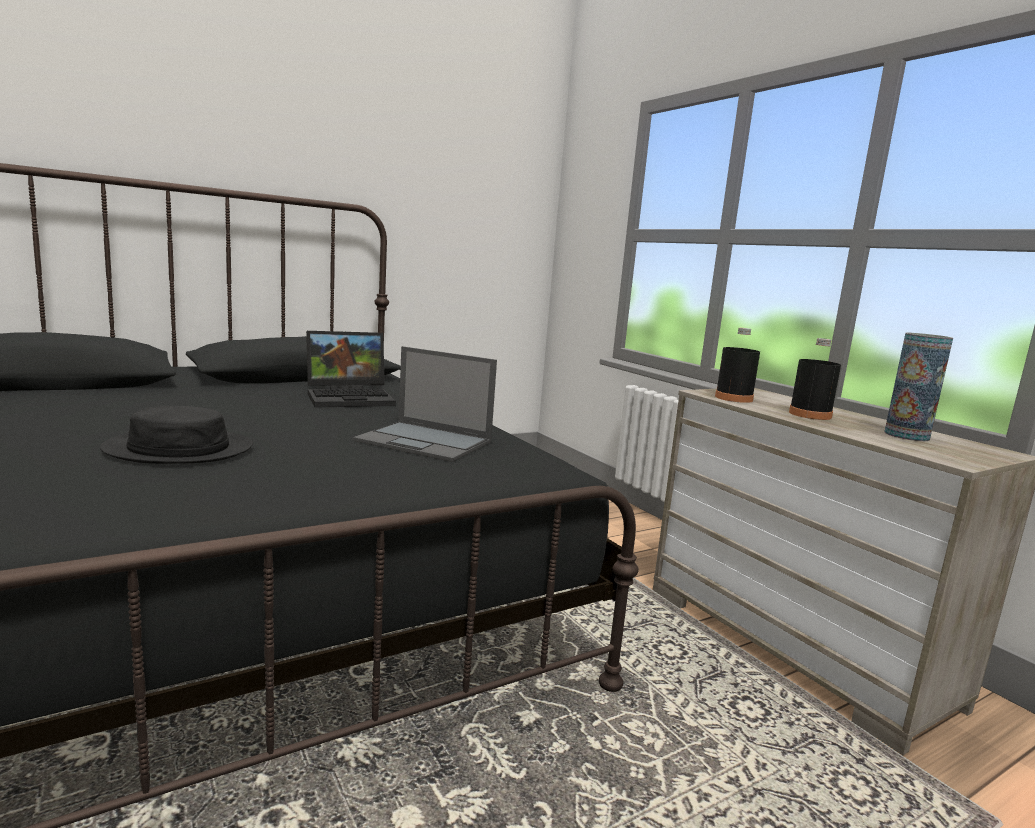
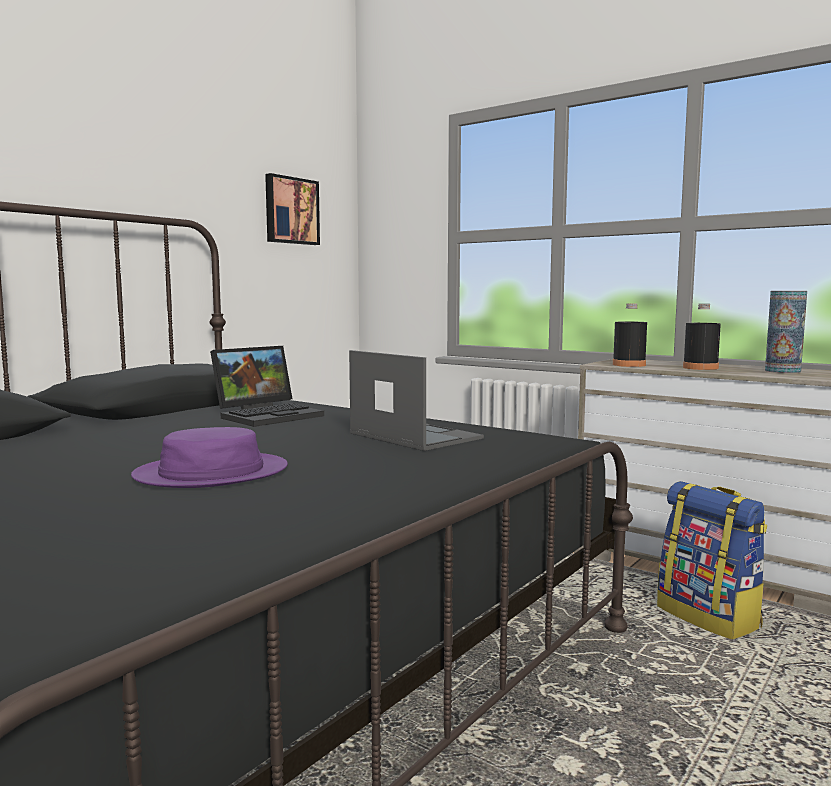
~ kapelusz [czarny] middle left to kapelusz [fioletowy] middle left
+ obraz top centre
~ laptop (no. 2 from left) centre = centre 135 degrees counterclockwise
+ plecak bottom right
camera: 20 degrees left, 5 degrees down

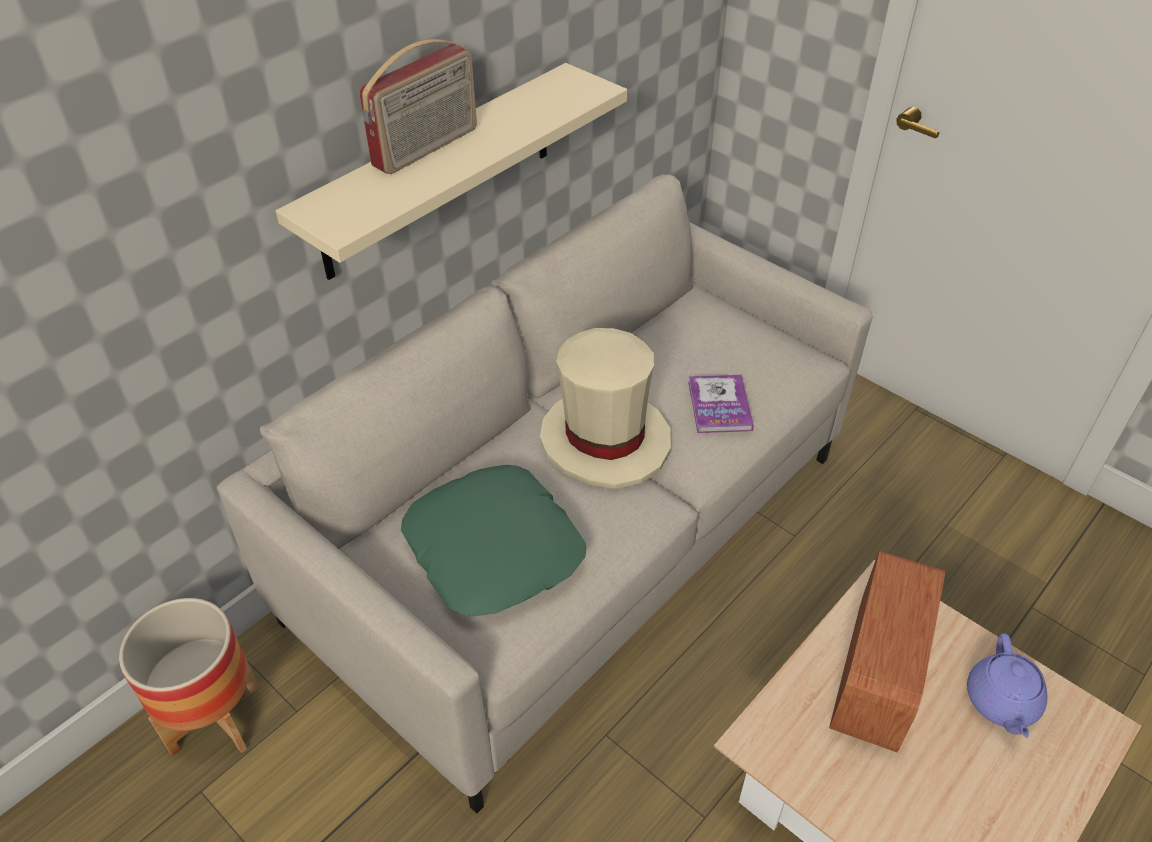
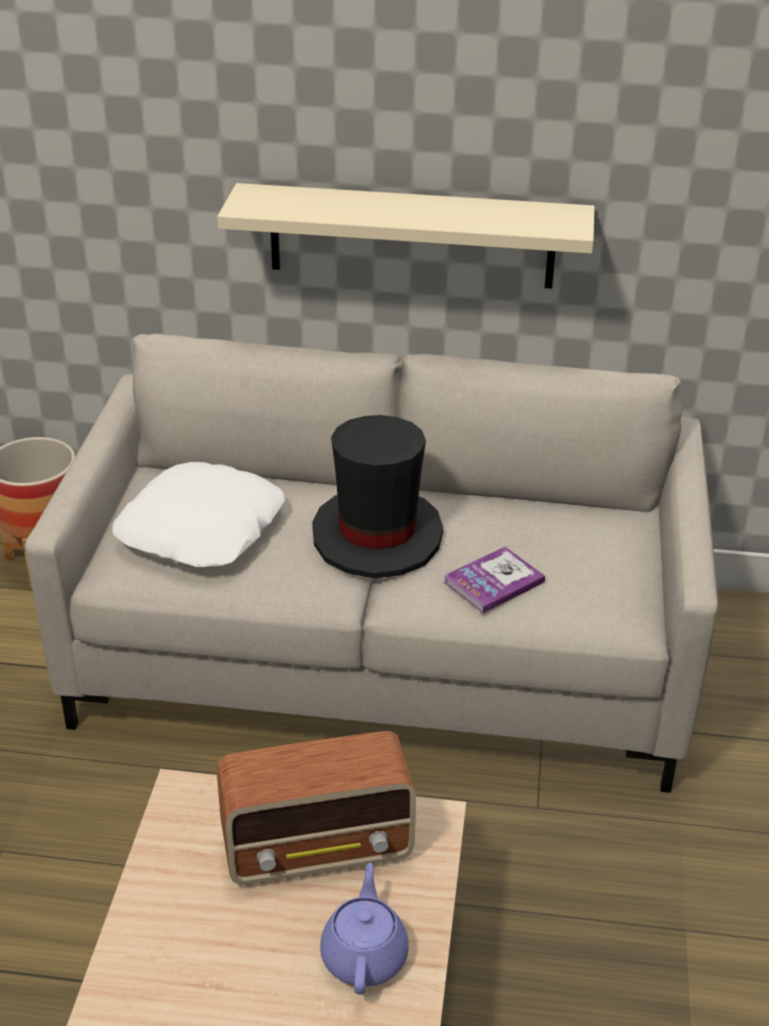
~ poduszka [zielony] centre to poduszka [biały] middle left
~ kapelusz [beżowy] centre to kapelusz [czarny] centre
~ imbryk [fioletowy] bottom right = bottom centre 120 degrees clockwise
- radio (no. 1 from left) top centre
camera: 55 degrees right, 10 degrees down

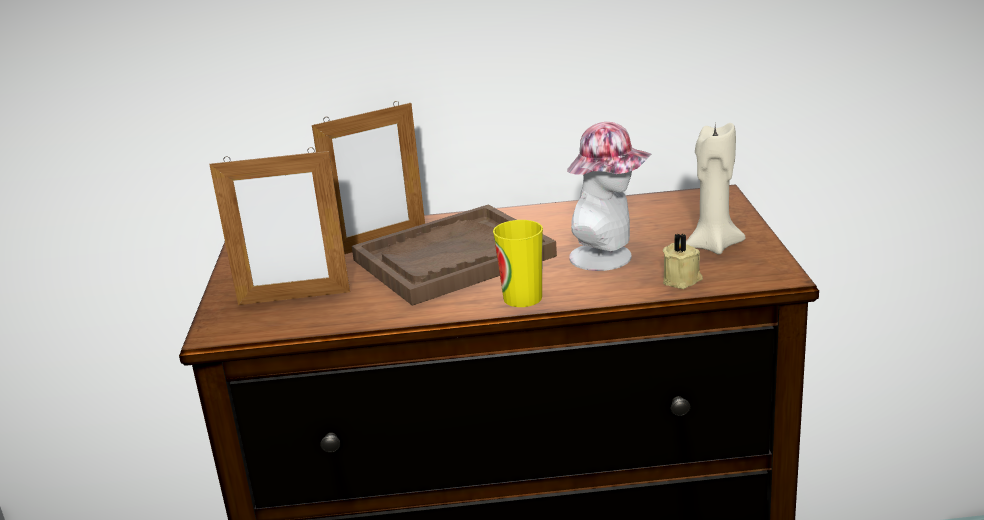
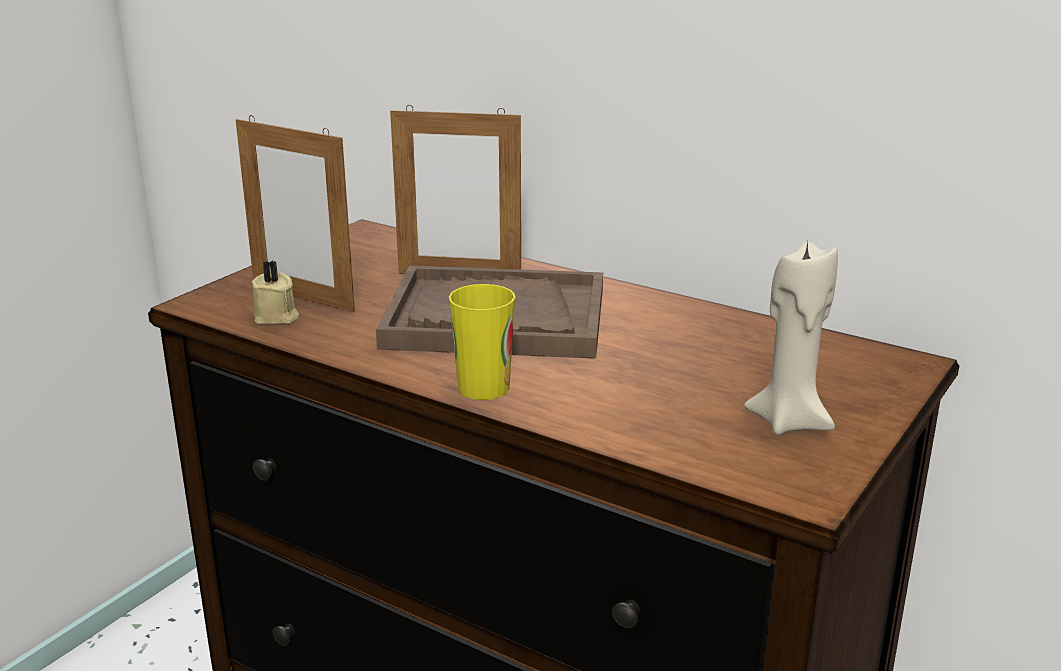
~ świeca [beżowy] (no. 1 from left) middle right to middle left
- kapelusz centre
camera: 35 degrees right, 0 degrees up

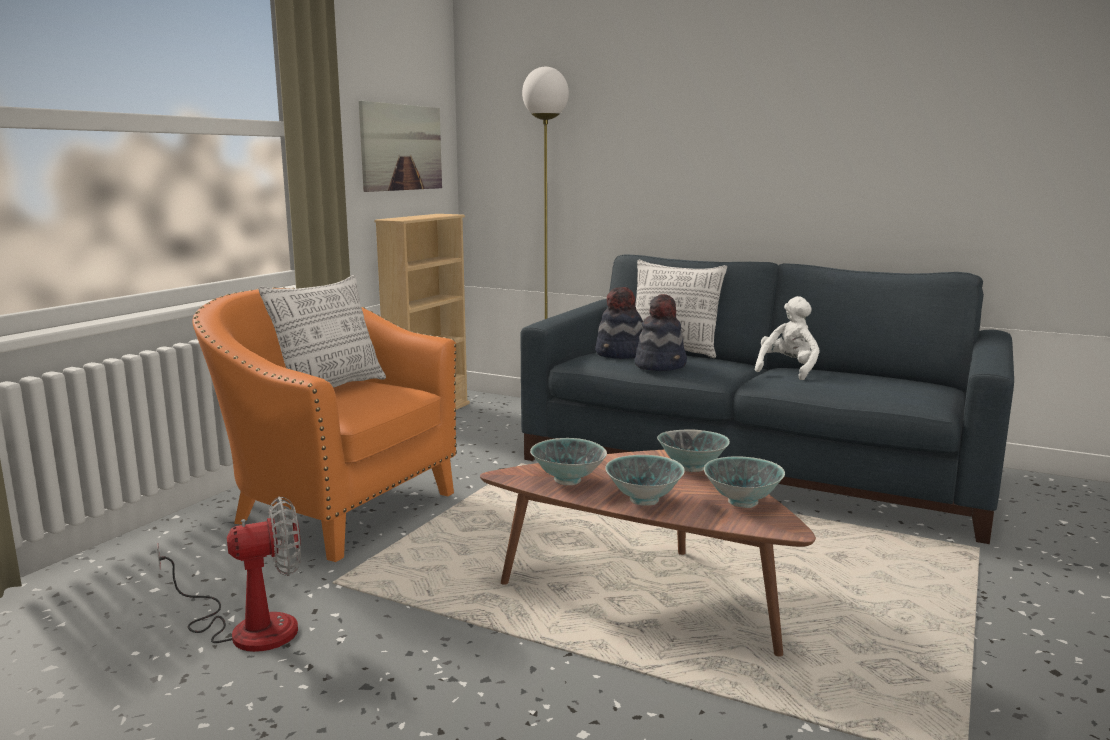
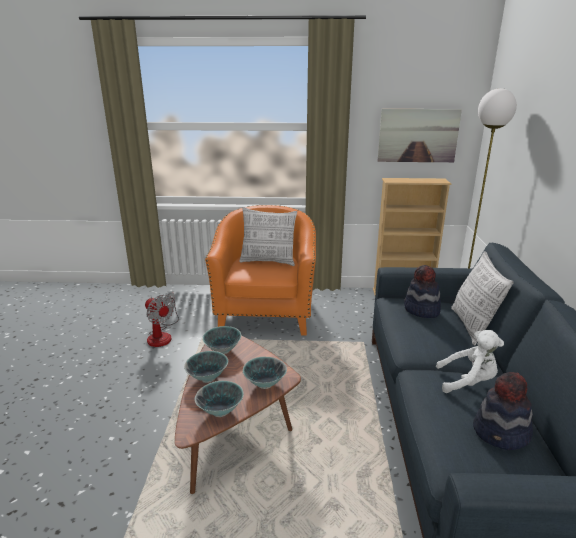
~ kapelusz (no. 2 from left) centre to bottom right
camera: 65 degrees right, 10 degrees up

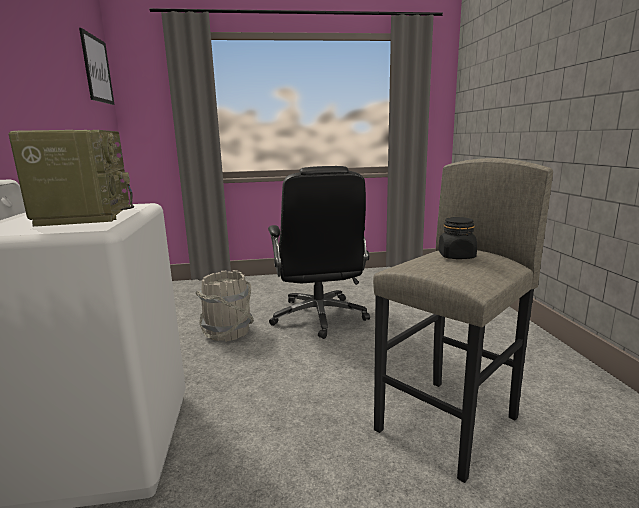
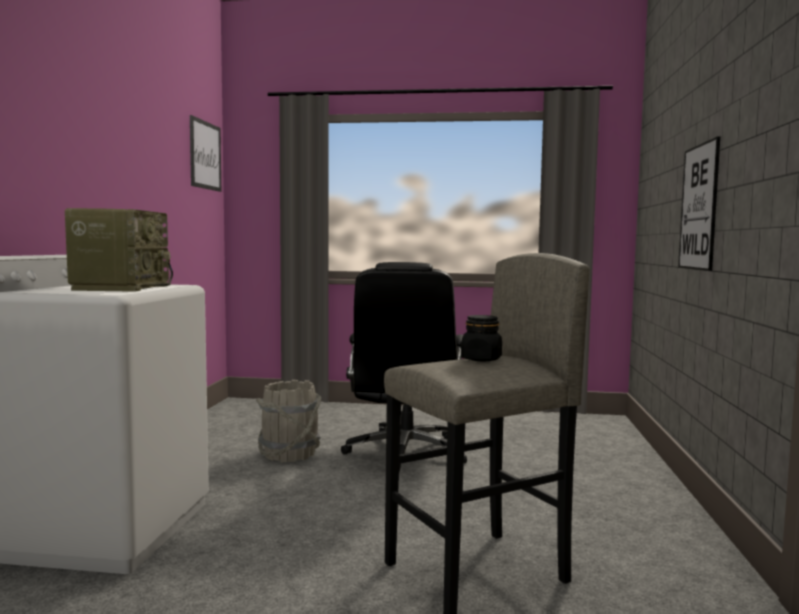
+ obraz (no. 2 from left) top right
camera: 15 degrees right, 10 degrees down

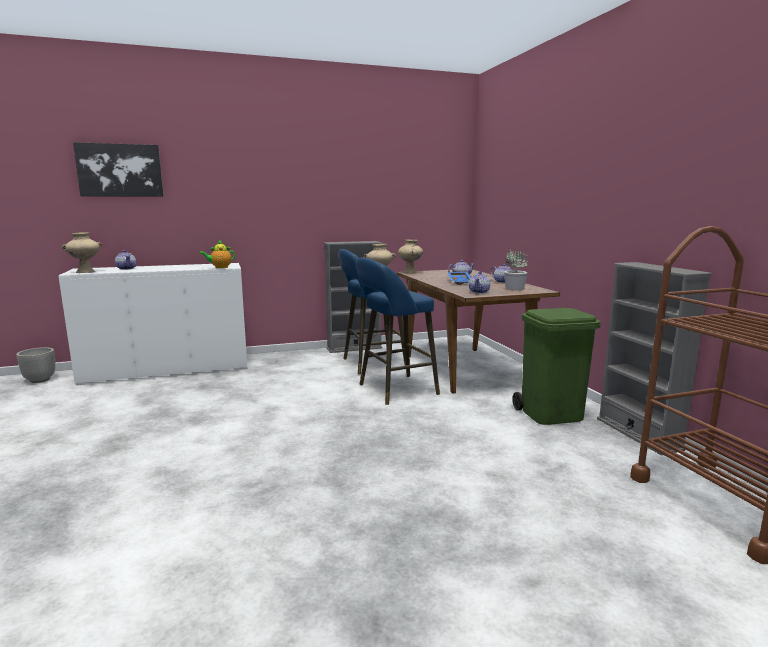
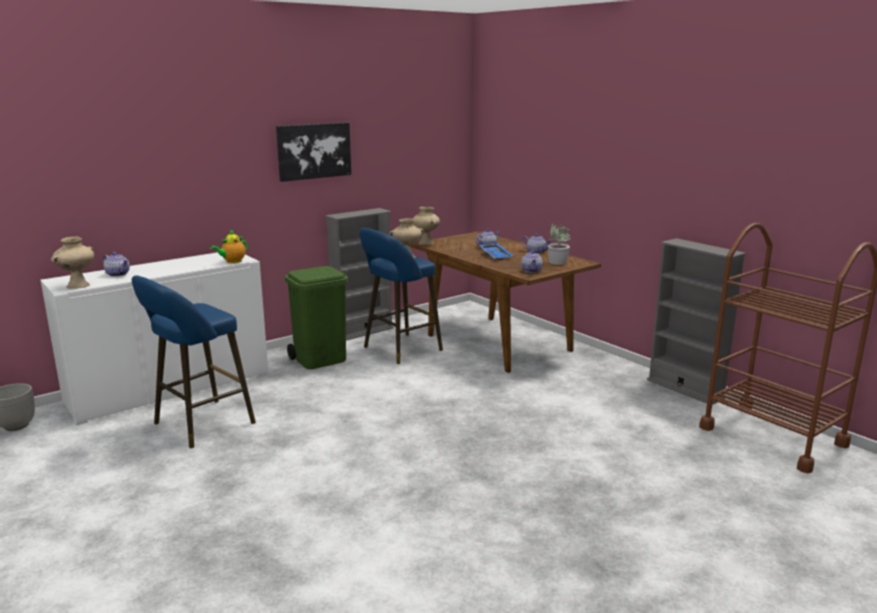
~ stołek [niebieski] (no. 2 from left in the first image) centre to stołek [niebieski] (no. 1 from left) middle left
~ obraz top left to top centre
~ kosz na śmieci [zielony] middle right to centre
camera: 20 degrees left, 5 degrees up

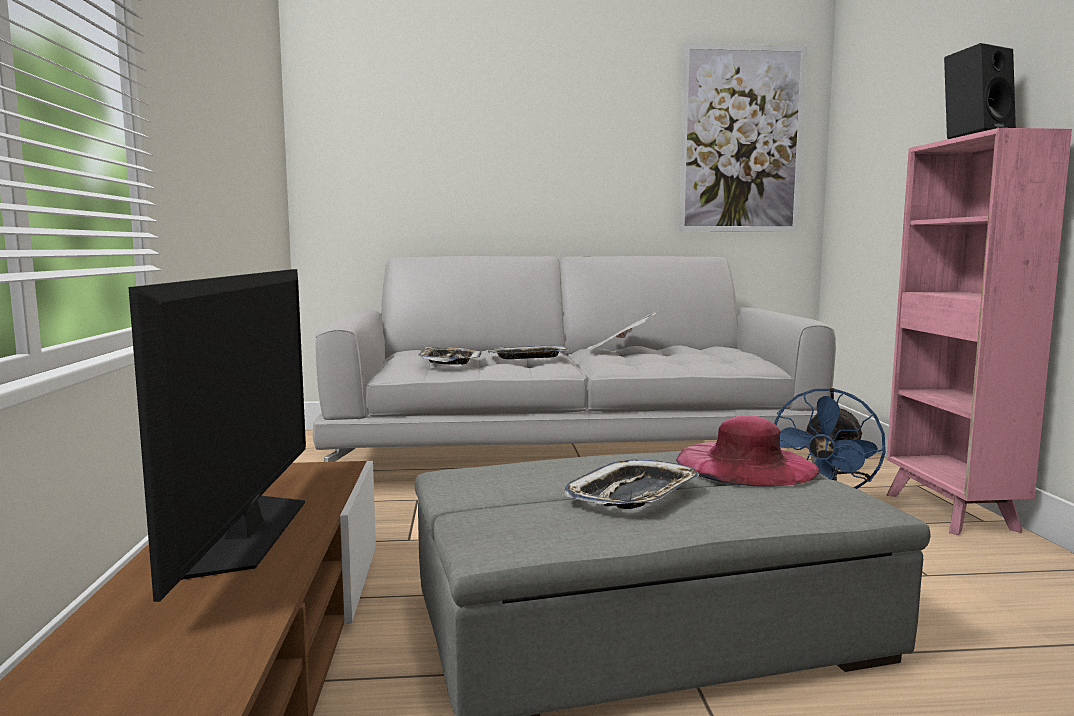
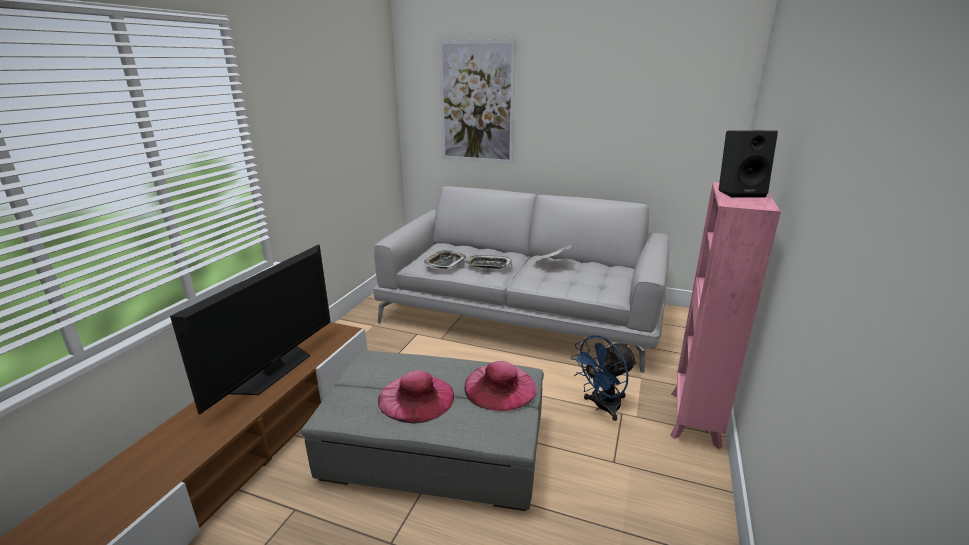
~ taca (no. 3 from left) bottom centre to kapelusz [różowy] (no. 1 from left) bottom centre
~ obraz top right to top centre
camera: 25 degrees right, 15 degrees up

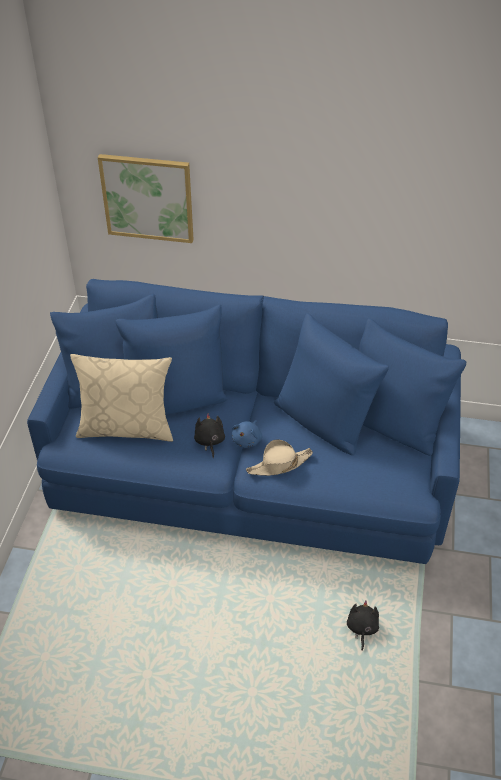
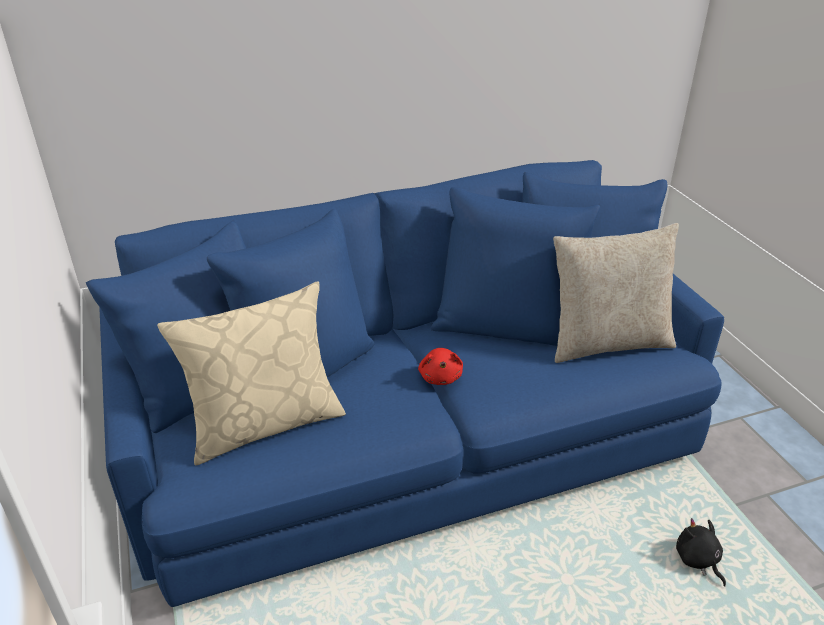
~ pluszak [niebieski] centre to pluszak [czerwony] centre
+ poduszka [beżowy] (no. 2 from left) middle right
- obraz top left
- pluszak [czarny] (no. 1 from left) centre
- kapelusz [beżowy] centre
camera: 30 degrees left, 10 degrees down

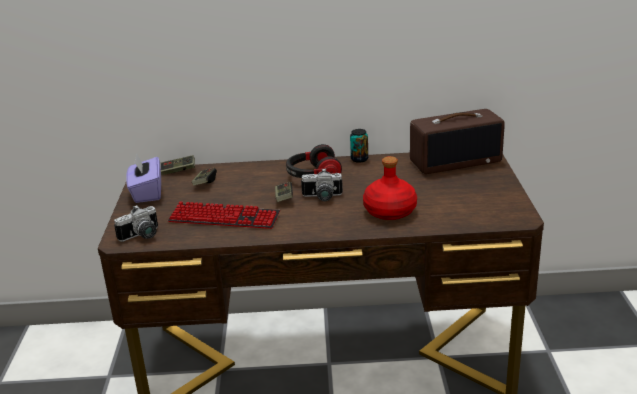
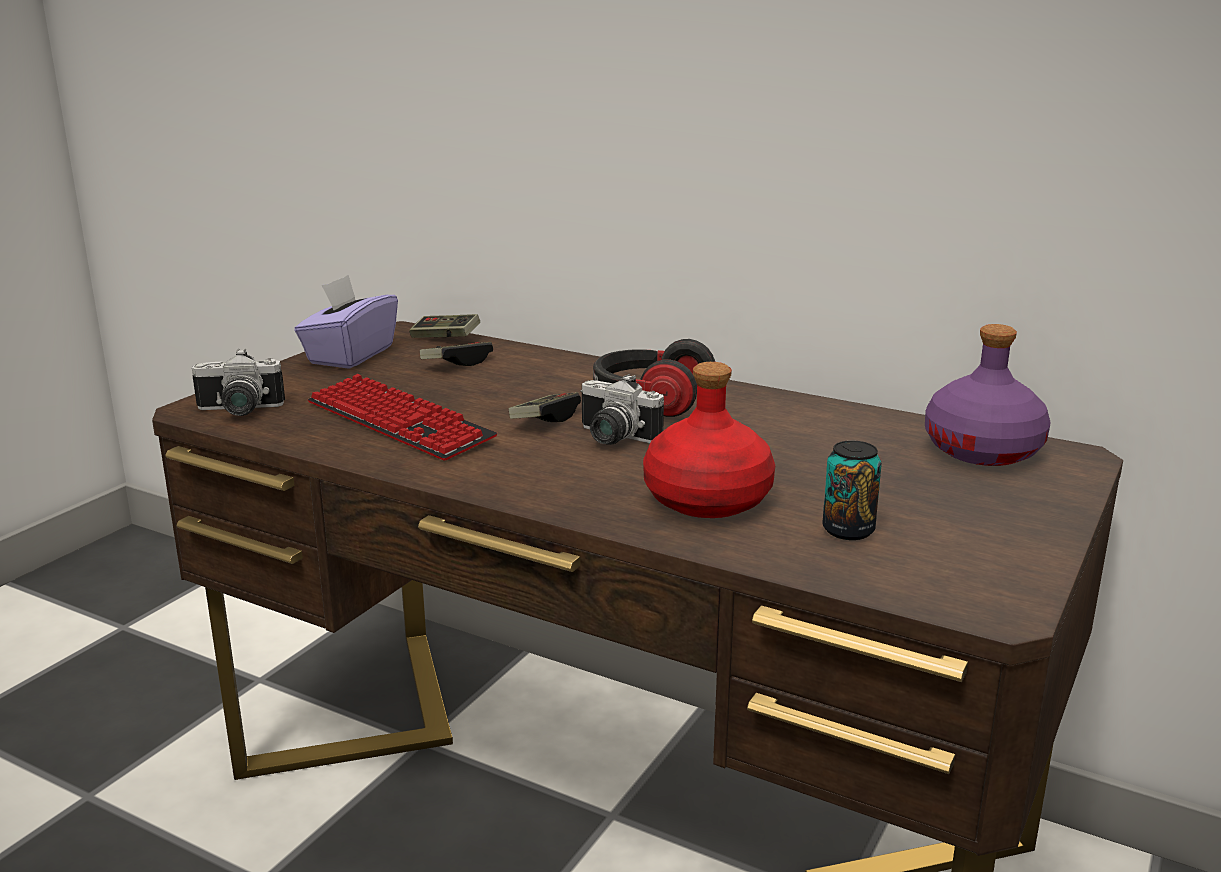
~ puszka centre to middle right
~ radio middle right to butelka [fioletowy] middle right
camera: 30 degrees right, 5 degrees down

